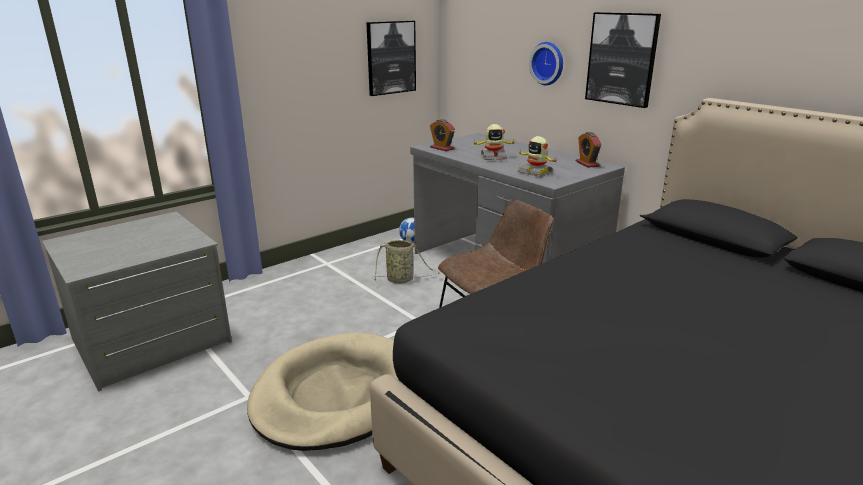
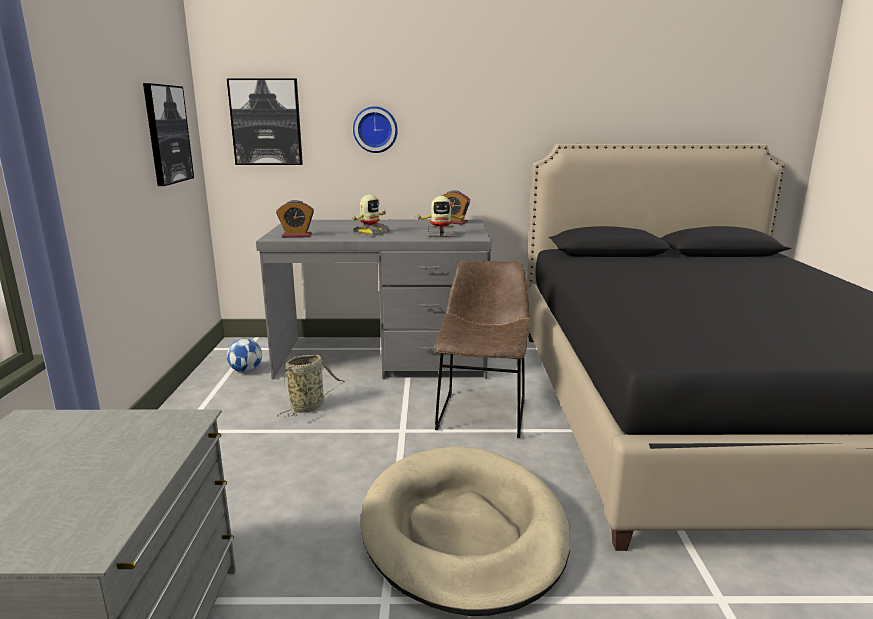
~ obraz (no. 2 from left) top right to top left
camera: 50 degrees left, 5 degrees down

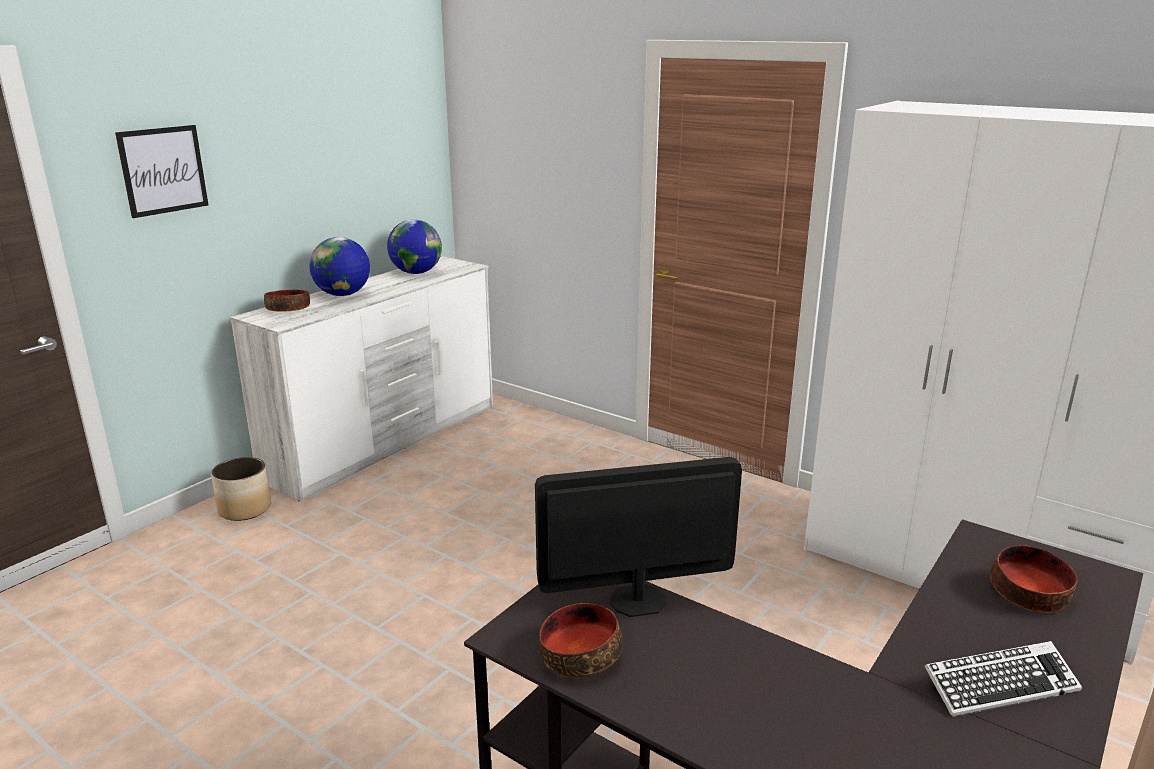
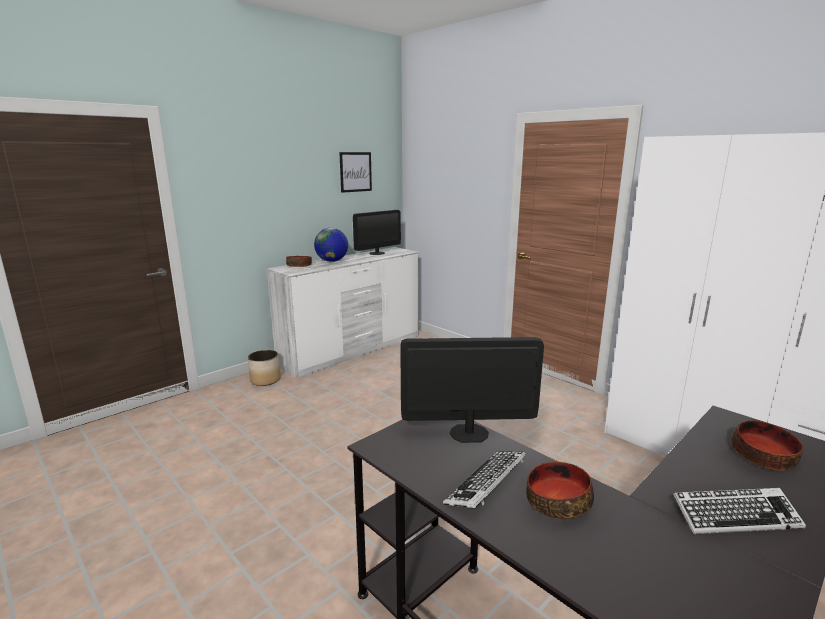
~ obraz top left to top centre
~ globus (no. 2 from left) top centre to monitor (no. 1 from left) centre
+ klawiatura (no. 1 from left) bottom centre
~ miska (no. 2 from left) bottom centre to bottom right
camera: 10 degrees right, 5 degrees down

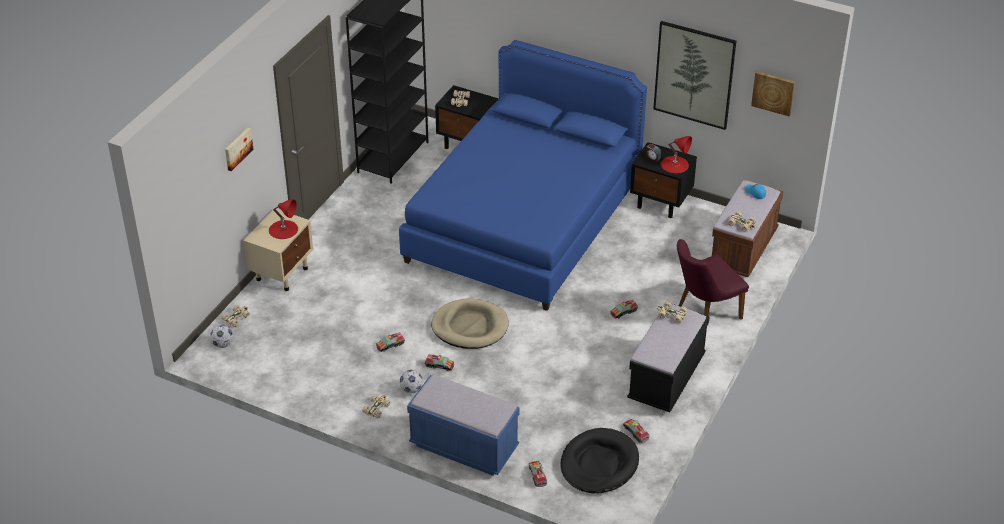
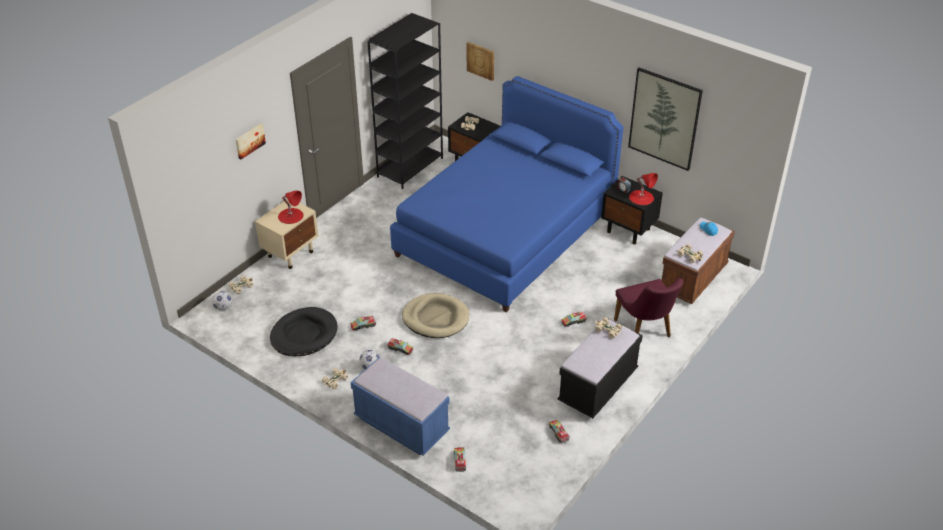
~ legowisko [czarny] bottom centre to middle left
~ obraz (no. 3 from left in the first image) top right to obraz (no. 2 from left) top centre
~ krzesło [fioletowy] middle right = middle right 90 degrees counterclockwise
camera: 10 degrees right, 0 degrees up

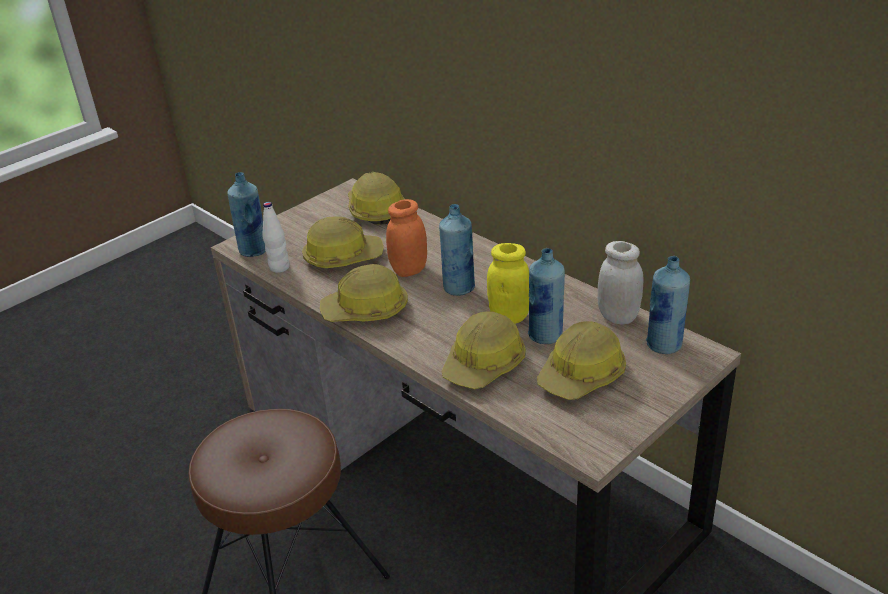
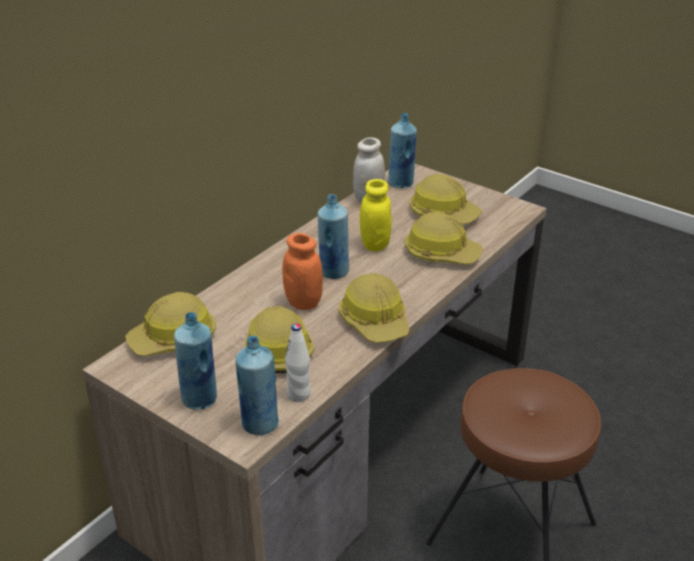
~ butelka [niebieski] (no. 3 from left in the first image) centre to butelka [niebieski] (no. 1 from left) middle left
camera: 100 degrees left, 0 degrees up

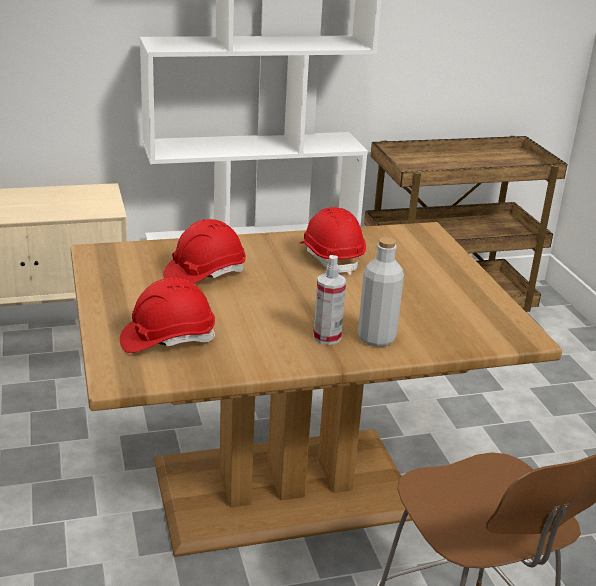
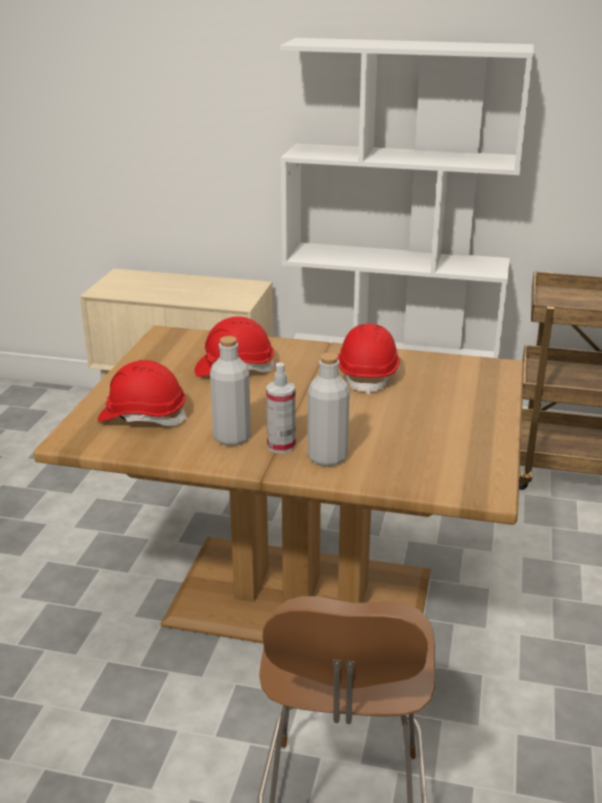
+ butelka [szary] (no. 1 from left) centre
camera: 30 degrees right, 0 degrees up

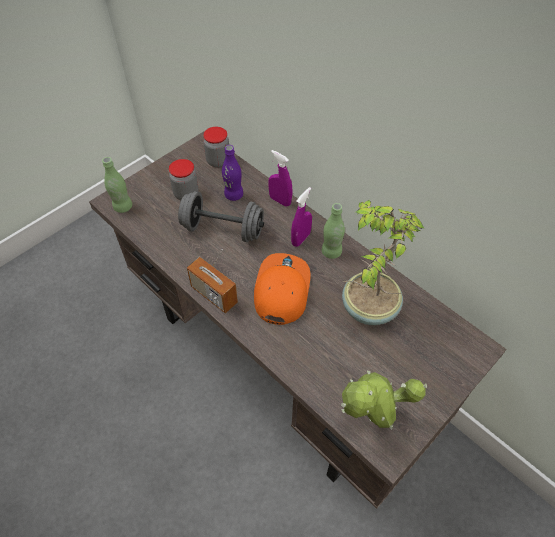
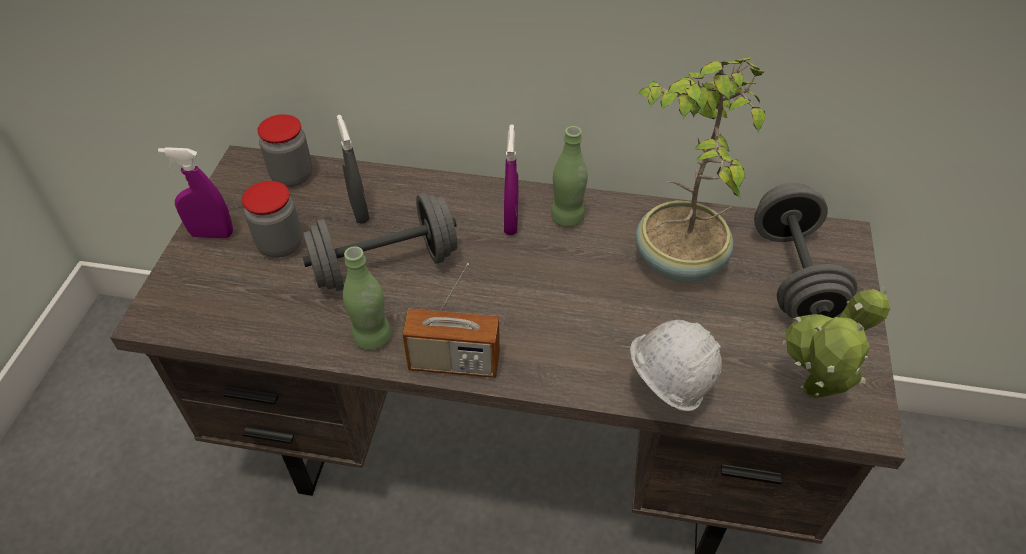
~ spryskiwacz [fioletowy] (no. 1 from left) top centre to middle left
~ butelka [fioletowy] top centre to spryskiwacz [szary] top centre
~ butelka [zielony] (no. 1 from left) middle left to centre
+ kask [biały] centre
+ hantel [szary] (no. 2 from left) middle right
- czapka z daszkiem [pomarańczowy] centre
camera: 35 degrees left, 5 degrees down

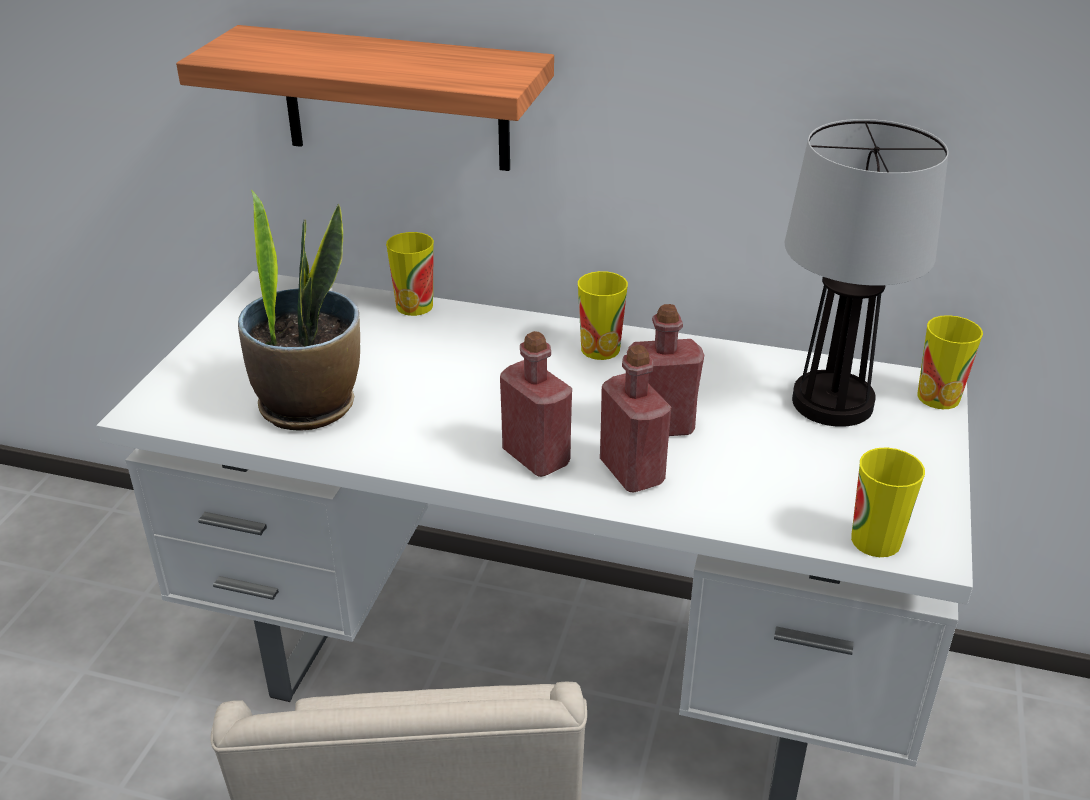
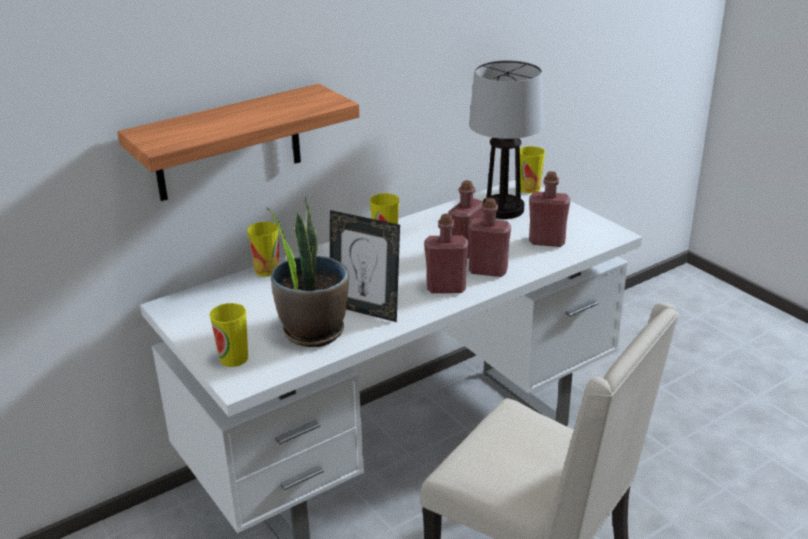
~ filiżanka (no. 3 from left in the first image) middle right to filiżanka (no. 1 from left) middle left
+ ramka na zdjęcie centre
+ butelka [czerwony] (no. 4 from left) middle right
camera: 50 degrees left, 5 degrees down

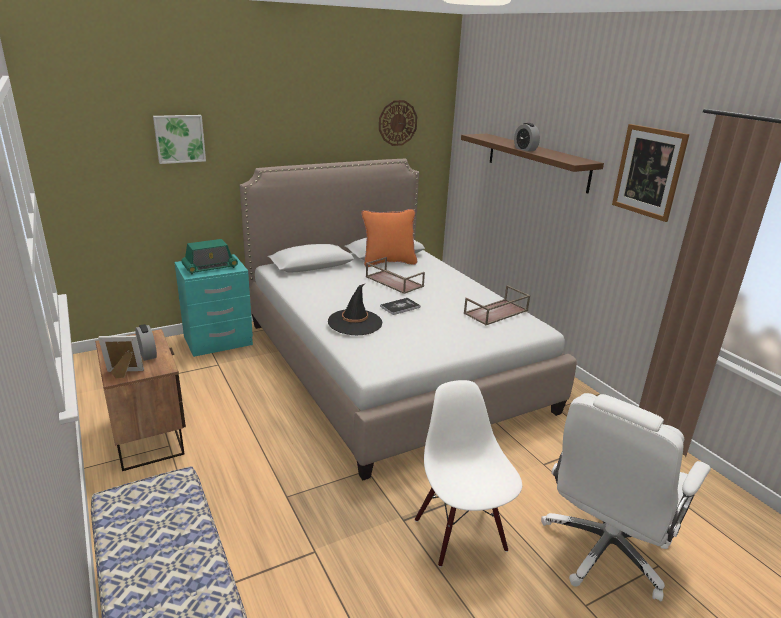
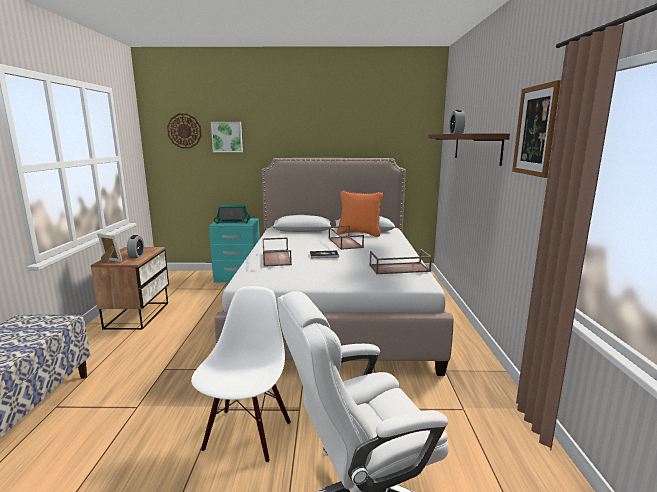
~ zegar ścienny top centre to top left
~ kapelusz [czarny] centre to taca [brązowy] (no. 1 from left) centre
camera: 30 degrees right, 10 degrees down

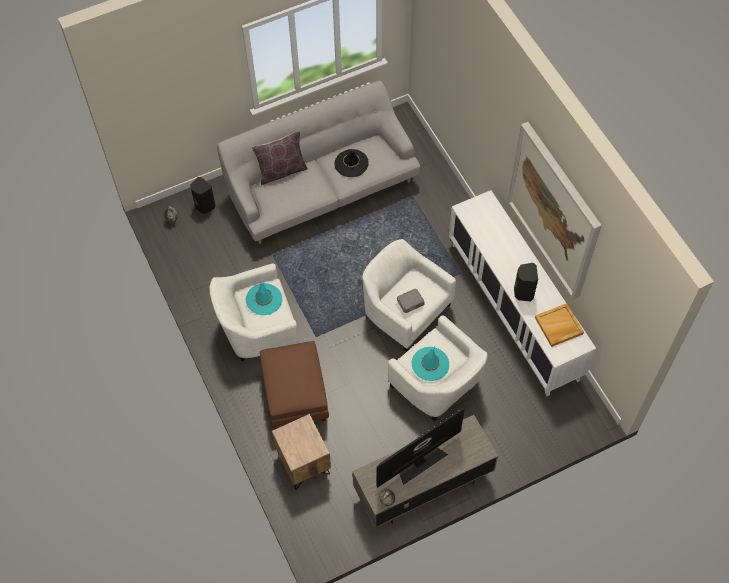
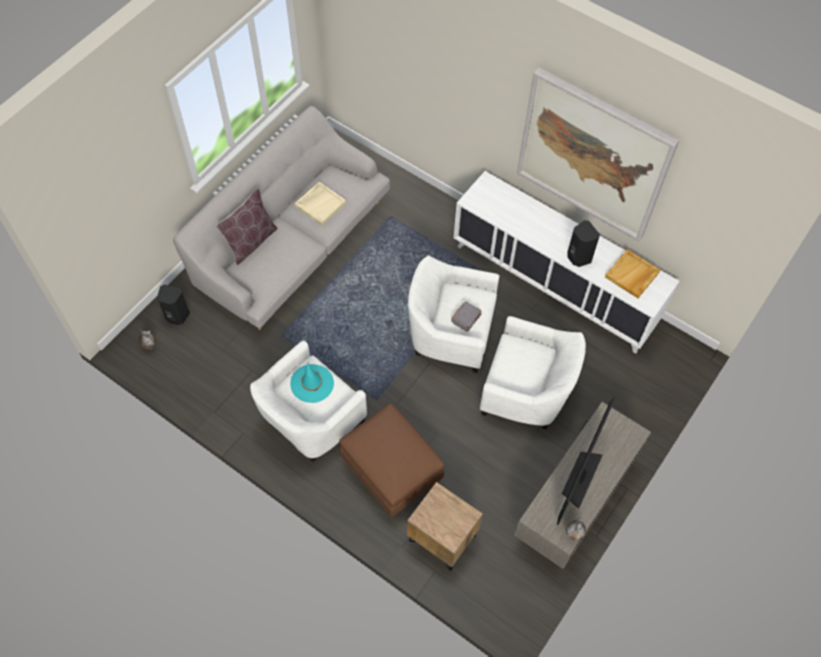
~ kapelusz [czarny] top centre to taca [beżowy] (no. 1 from left) top centre
- kapelusz [turkusowy] (no. 2 from left) centre
camera: 30 degrees left, 0 degrees up

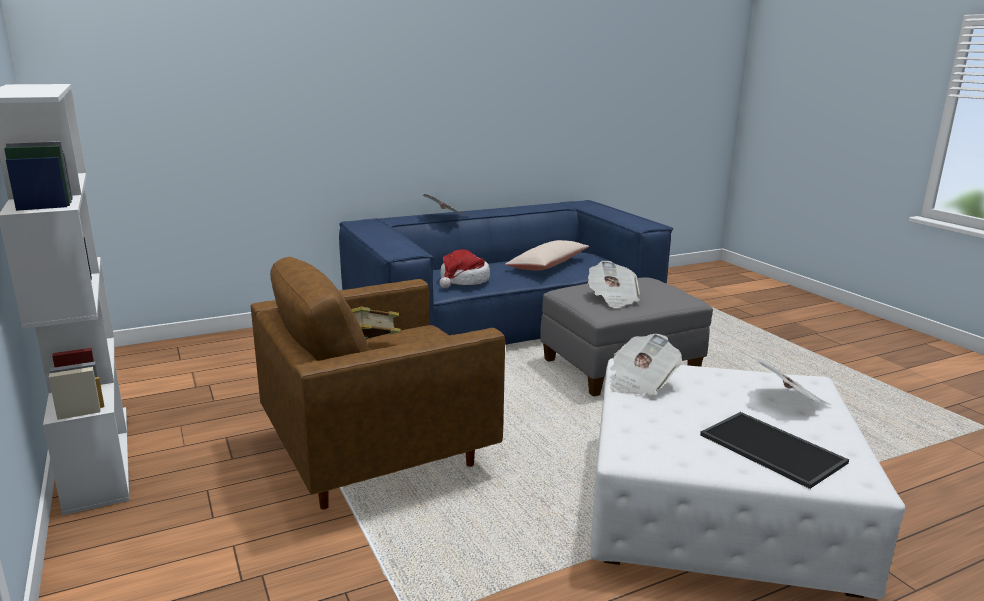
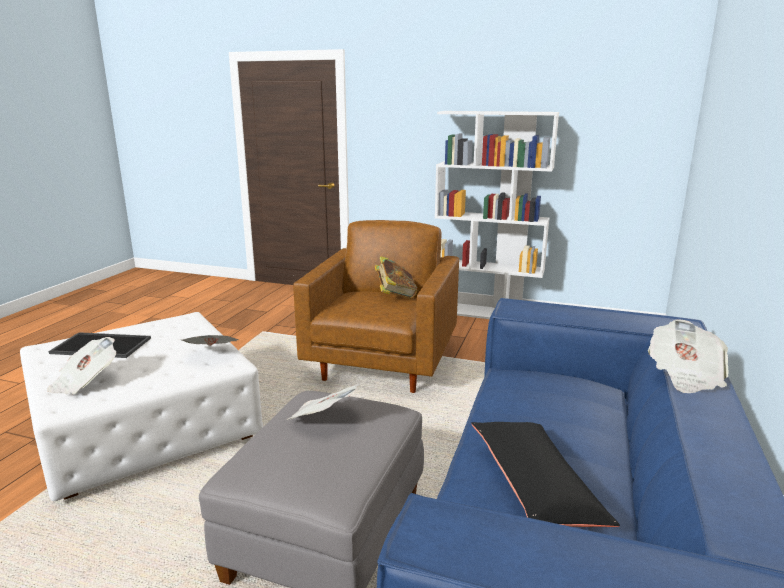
~ poduszka [beżowy] centre to poduszka [czarny] bottom right
- kapelusz centre
camera: 135 degrees right, 0 degrees up

